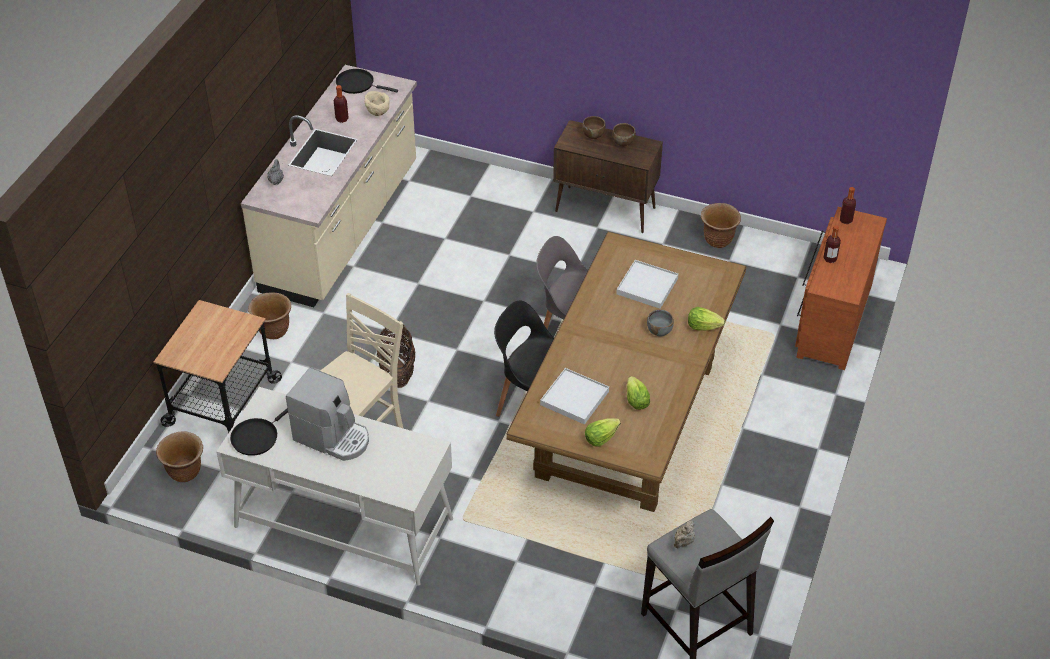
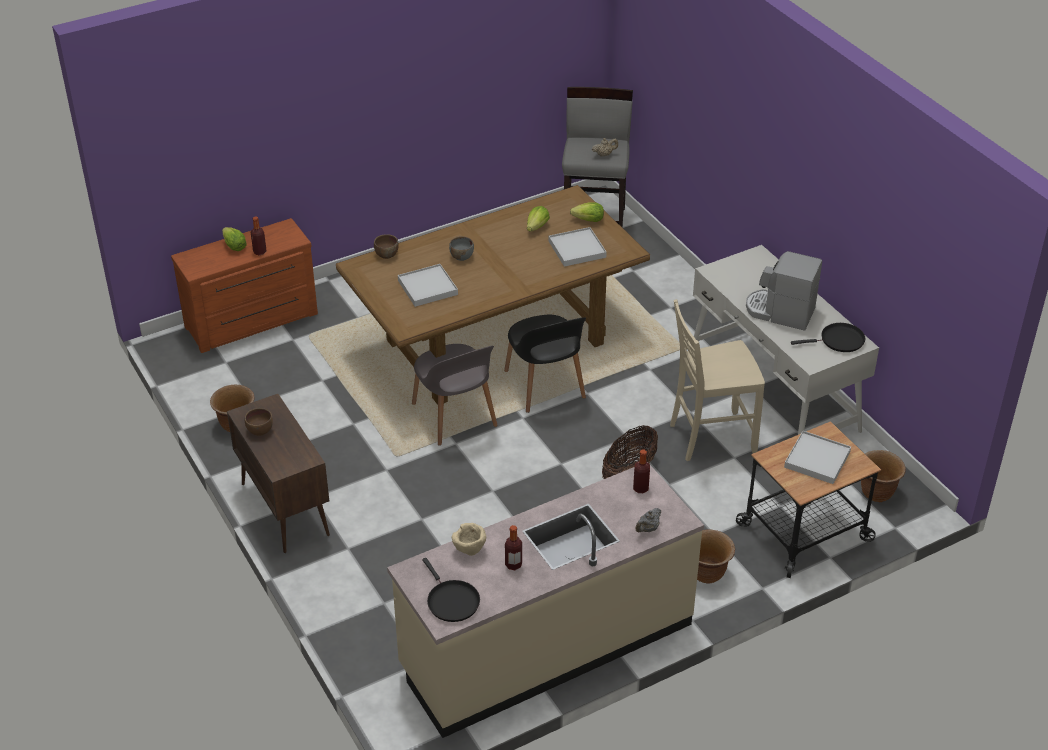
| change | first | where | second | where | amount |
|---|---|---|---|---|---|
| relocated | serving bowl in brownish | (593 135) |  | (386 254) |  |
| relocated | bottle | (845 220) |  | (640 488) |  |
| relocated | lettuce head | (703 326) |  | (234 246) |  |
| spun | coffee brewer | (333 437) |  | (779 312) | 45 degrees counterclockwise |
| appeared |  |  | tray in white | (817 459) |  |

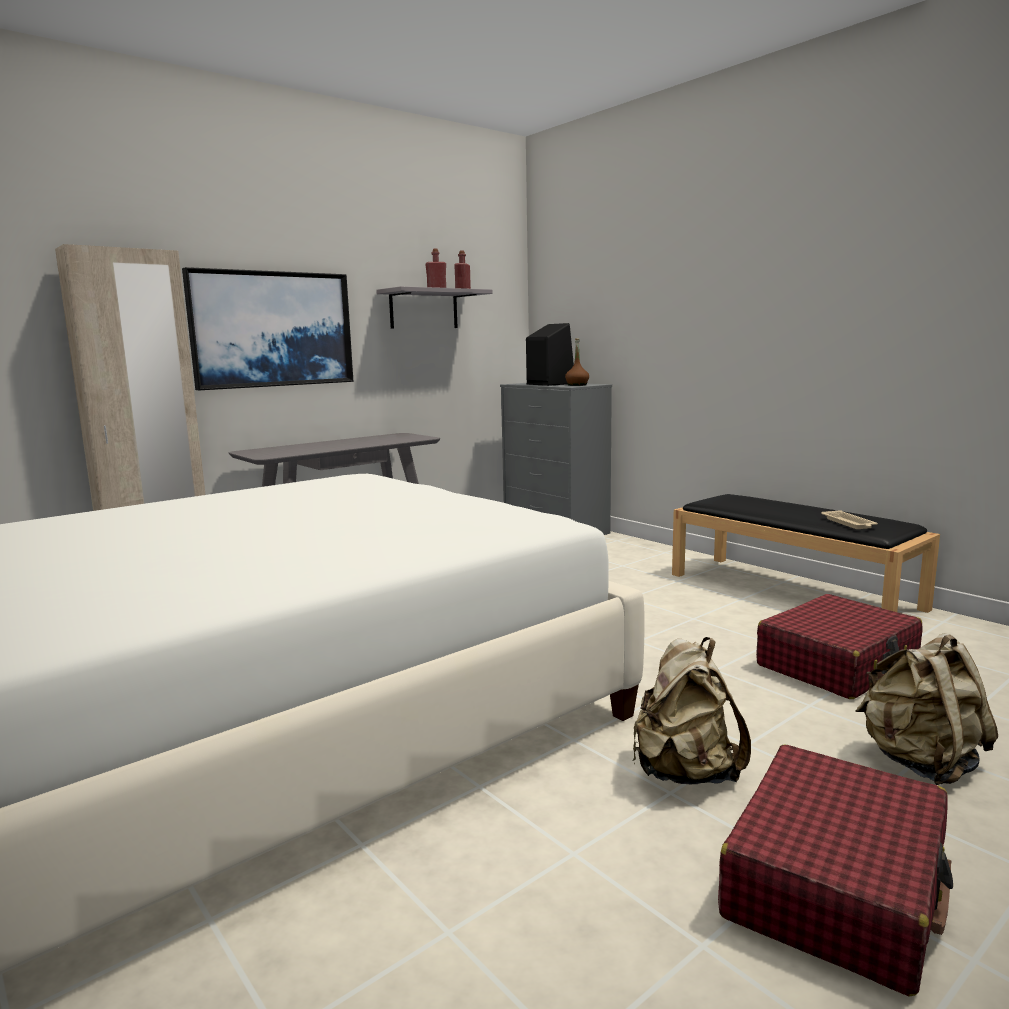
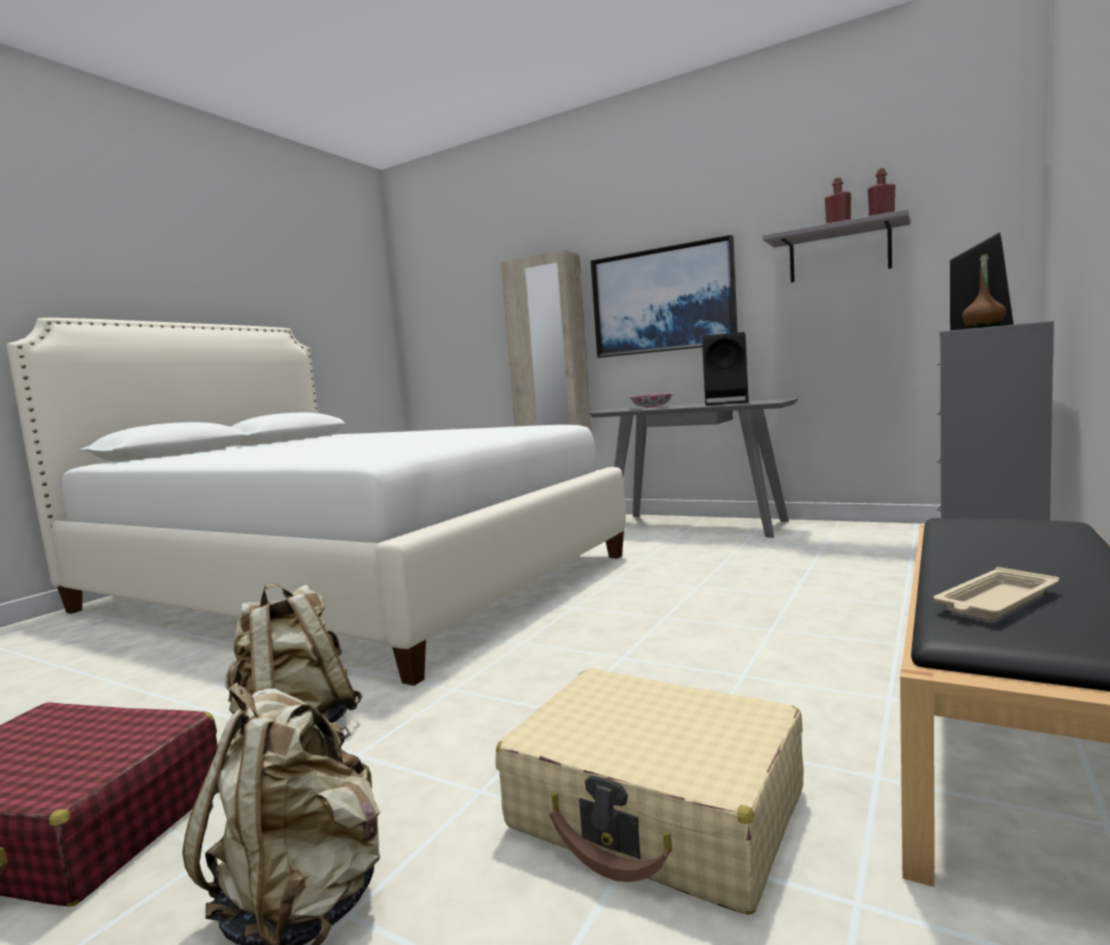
| change | first | where | second | where | amount |
|---|---|---|---|---|---|
| colour | piece of luggage in reddish | (838 665) | piece of luggage in beige | (657 810) |  |
| appeared |  |  | loudspeaker in black | (727 403) |  |
| appeared |  |  | serving bowl | (652 407) |  |

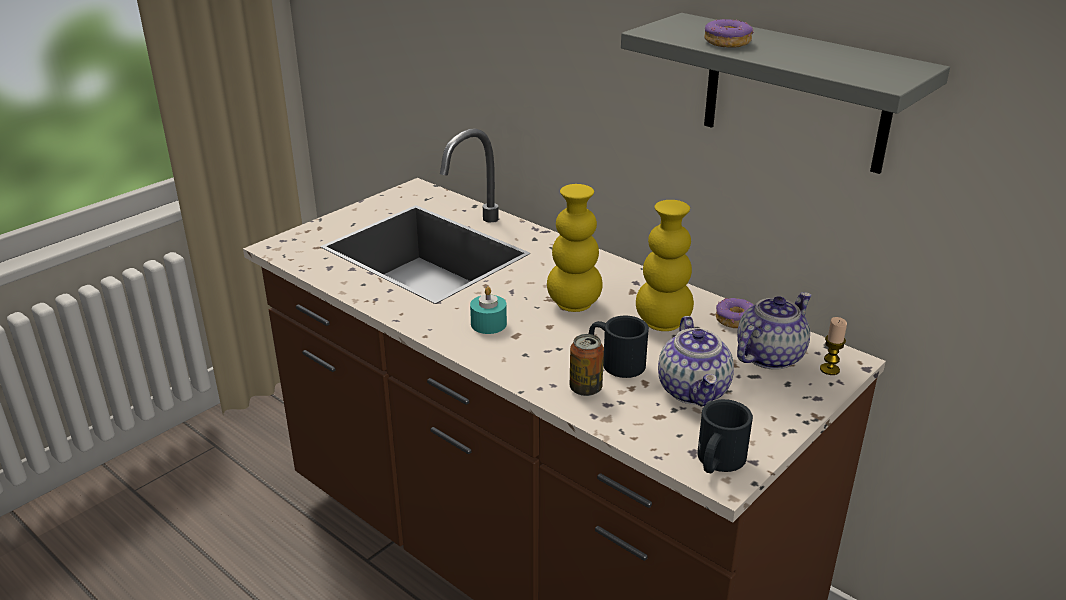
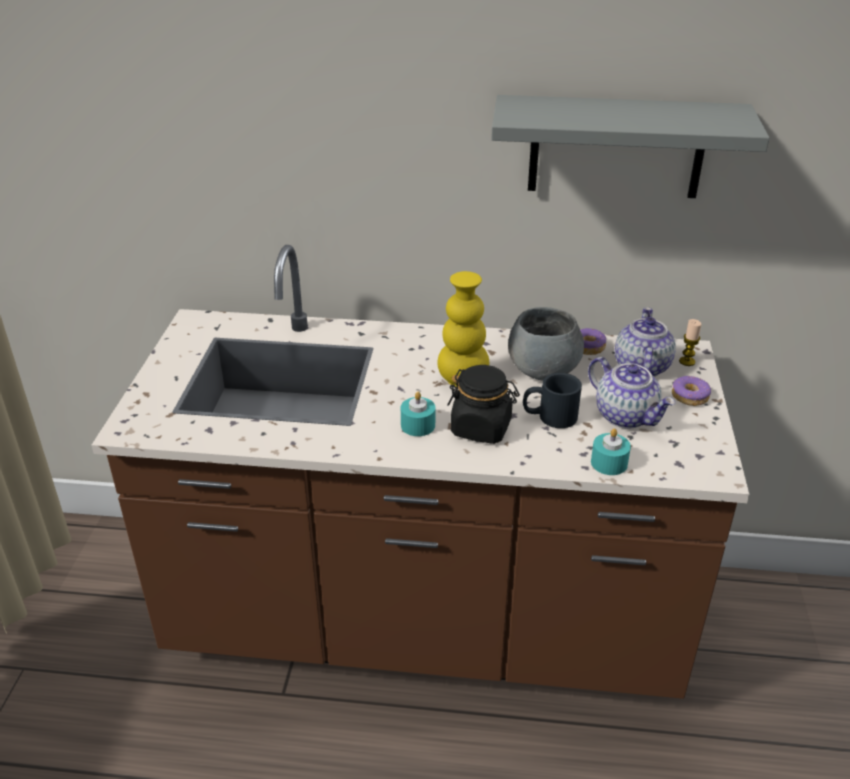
| change | first | where | second | where | amount |
|---|---|---|---|---|---|
| relocated | ring doughnut | (727 42) |  | (690 396) |  |
| exchanged | flower vase in yellow | (662 323) | serving bowl in gray | (544 370) |  |
| missing | sealed can | (585 389) |  |  |  |
| missing | mug in black | (717 462) |  |  |  |
| appeared |  |  | jar in black | (481 428) |  |
| appeared |  |  | wax candle in blue-green | (609 463) |  |

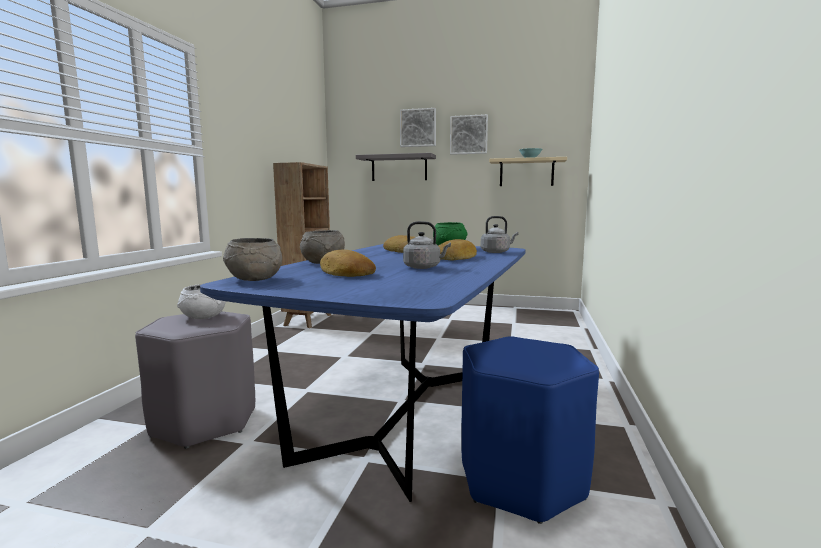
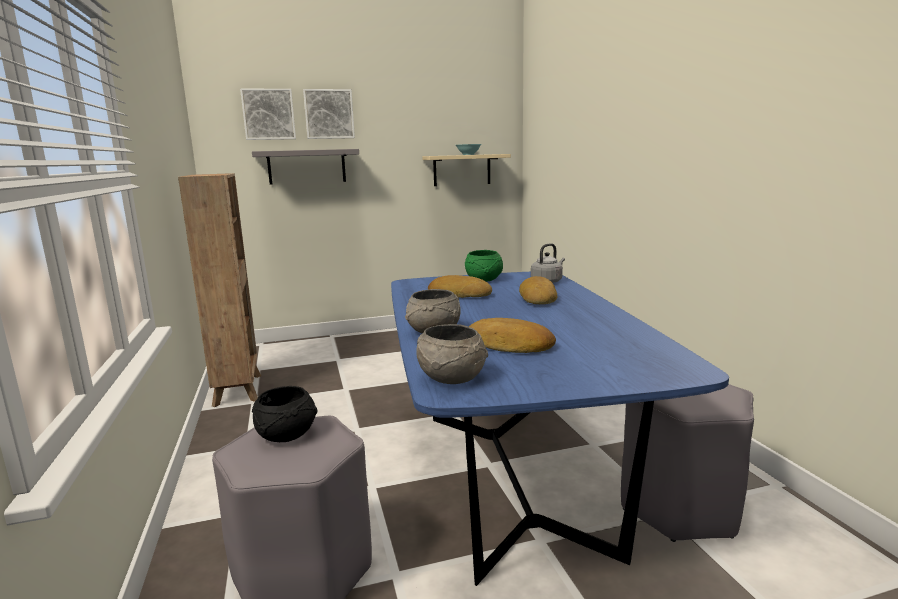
| change | first | where | second | where | amount |
|---|---|---|---|---|---|
| relocated | wall art | (468 135) |  | (268 114) |  |
| missing | tea kettle in gray | (424 267) |  |  |  |
| colour | serving bowl in white | (204 317) | serving bowl in black | (287 435) |  |
| colour | stool seat in blue | (521 480) | stool seat in gray | (680 506) |  |

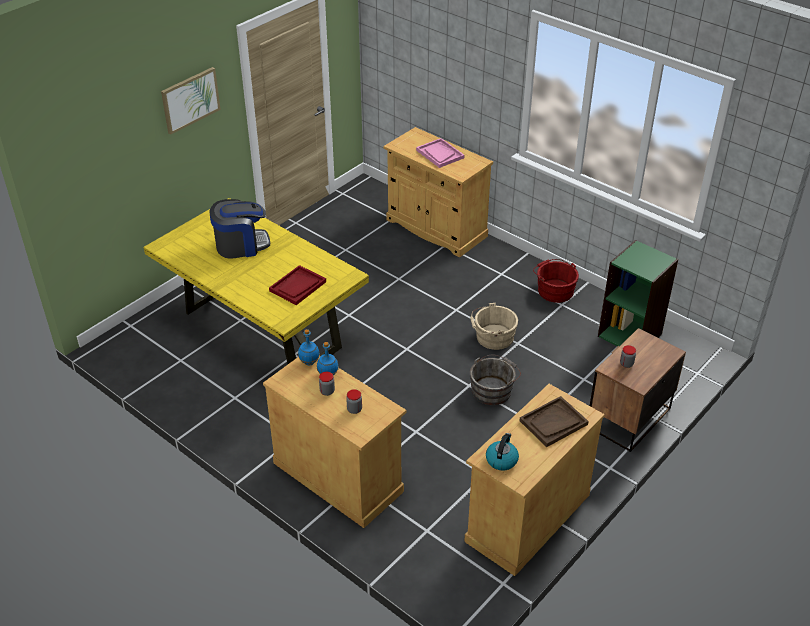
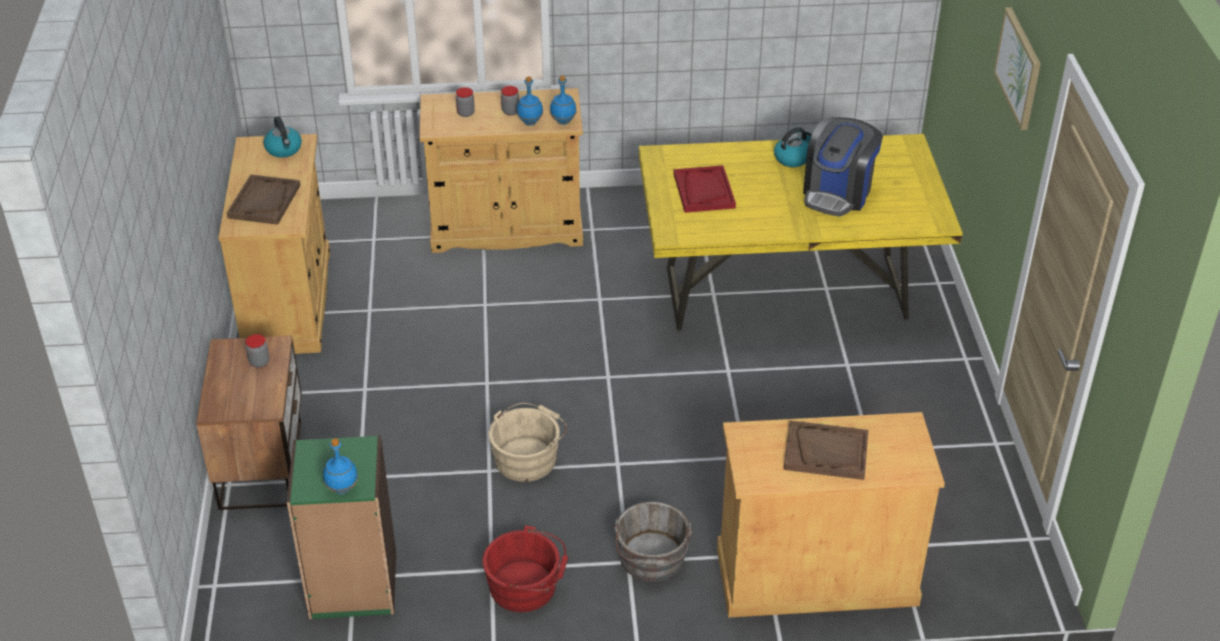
| change | first | where | second | where | amount |
|---|---|---|---|---|---|
| colour | tray in pink | (440 154) | tray in brownish | (826 452) |  |
| relocated | bucket in gray | (493 390) |  | (652 560) |  |
| appeared |  |  | tea kettle | (792 158) |  |
| appeared |  |  | bottle in blue | (342 489) |  |

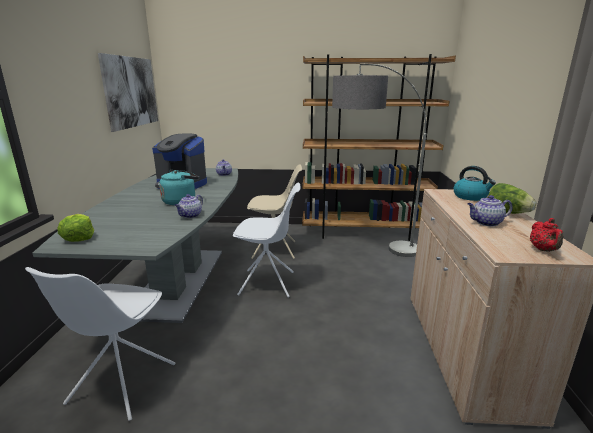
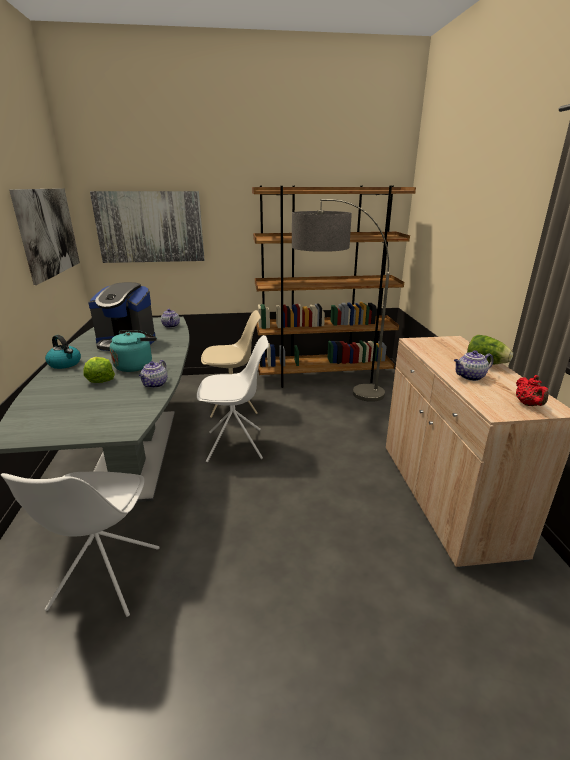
| change | first | where | second | where | amount |
|---|---|---|---|---|---|
| relocated | tea kettle | (470 197) |  | (65 364) |  |
| relocated | lettuce head | (79 238) |  | (100 379) |  |
| appeared |  |  | wall art | (150 227) |  |

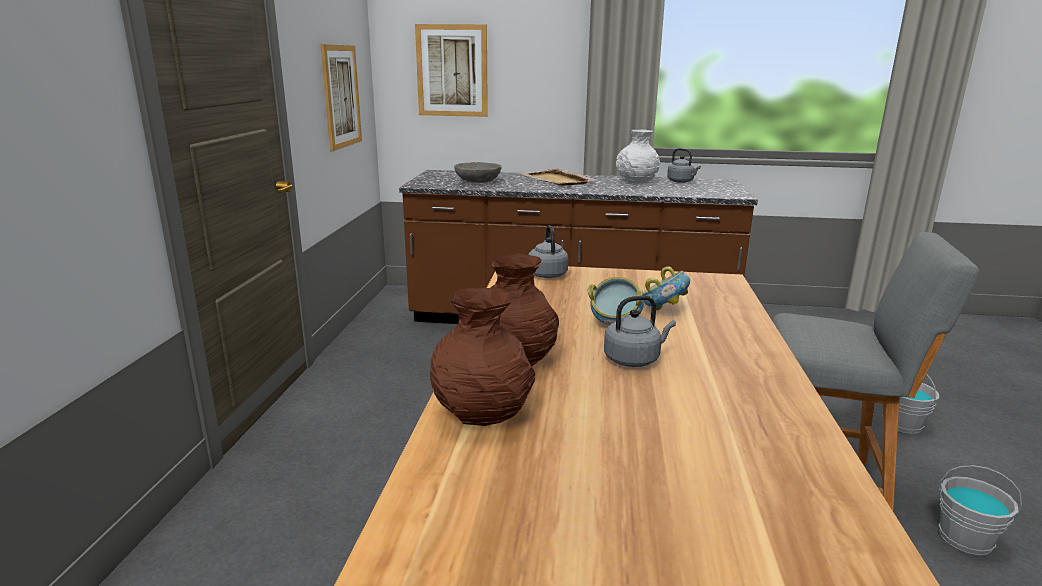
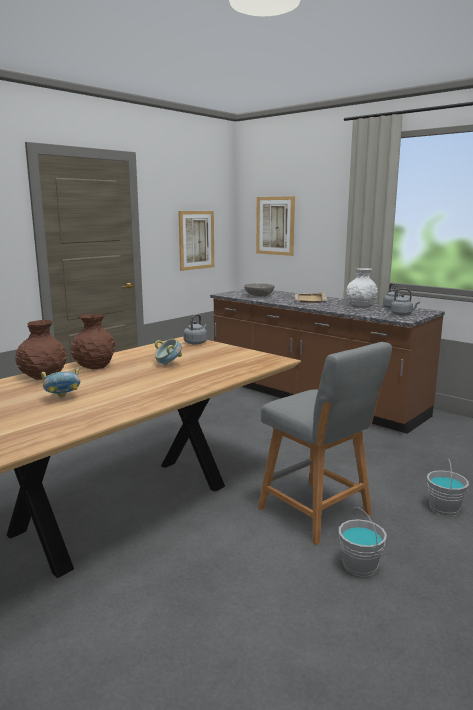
| change | first | where | second | where | amount |
|---|---|---|---|---|---|
| relocated | serving bowl | (663 311) |  | (63 398) |  |
| relocated | tea kettle in gray | (634 359) |  | (402 314) |  |

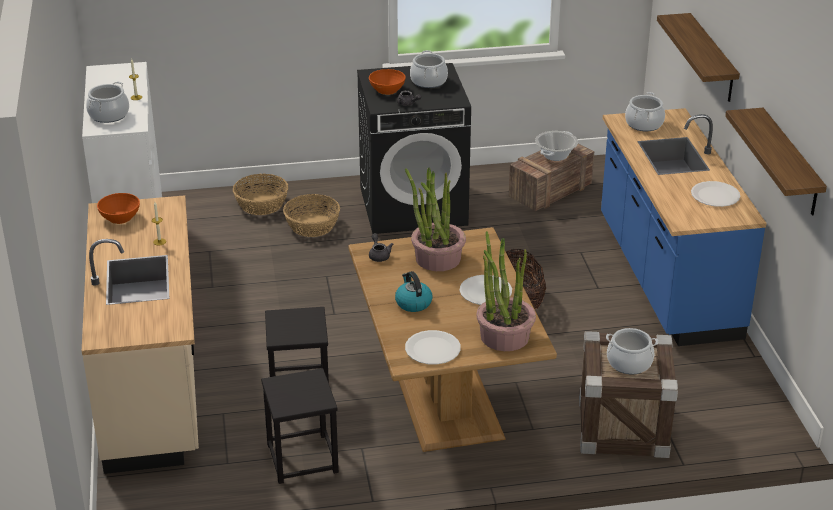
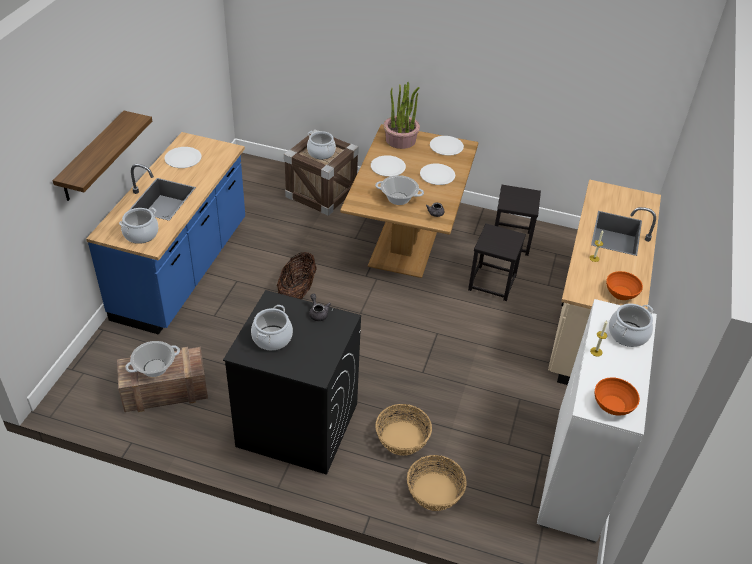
| change | first | where | second | where | amount |
|---|---|---|---|---|---|
| relocated | serving bowl in orange | (387 90) |  | (612 405) |  |
| missing | shelf | (790 163) |  |  |  |
| exchanged | potted plant | (437 258) | saucepot | (398 198) |  |
| exchanged | tea kettle | (413 303) | flat dish in white | (437 175) |  |

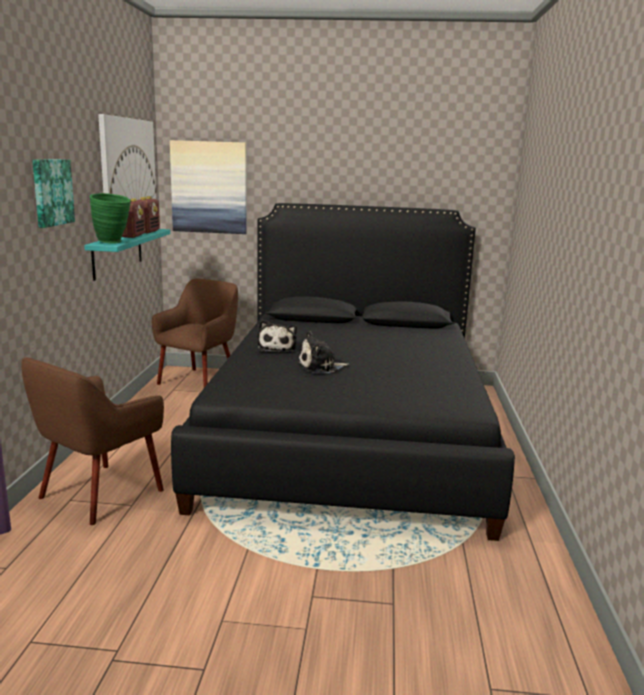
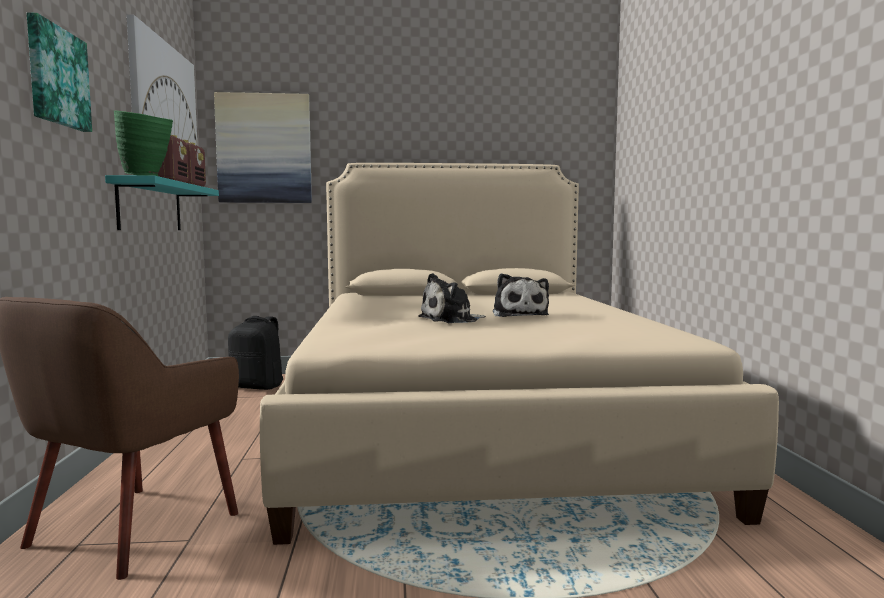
| change | first | where | second | where | amount |
|---|---|---|---|---|---|
| colour | sleeping bed in black | (348 434) | sleeping bed in beige | (475 424) |  |
| exchanged | armchair in brownish | (199 381) | rucksack in black | (258 386) |  |
| relocated | cuddly toy | (277 348) |  | (519 314) |  |

